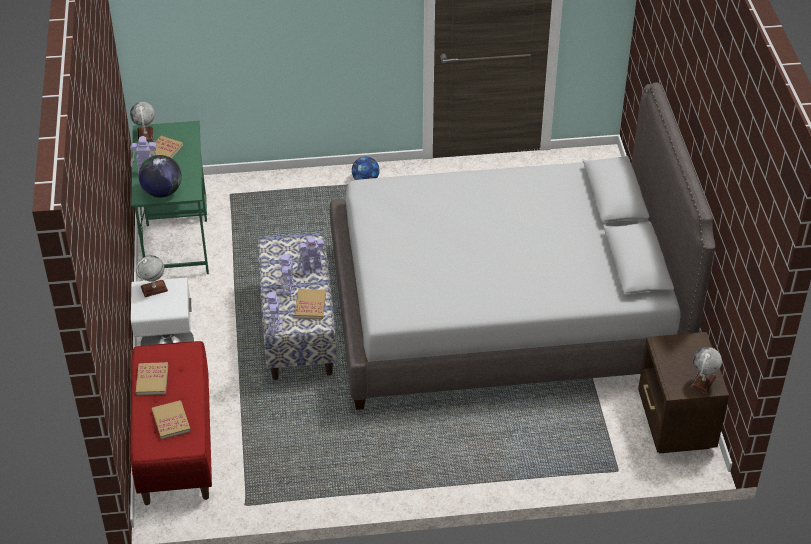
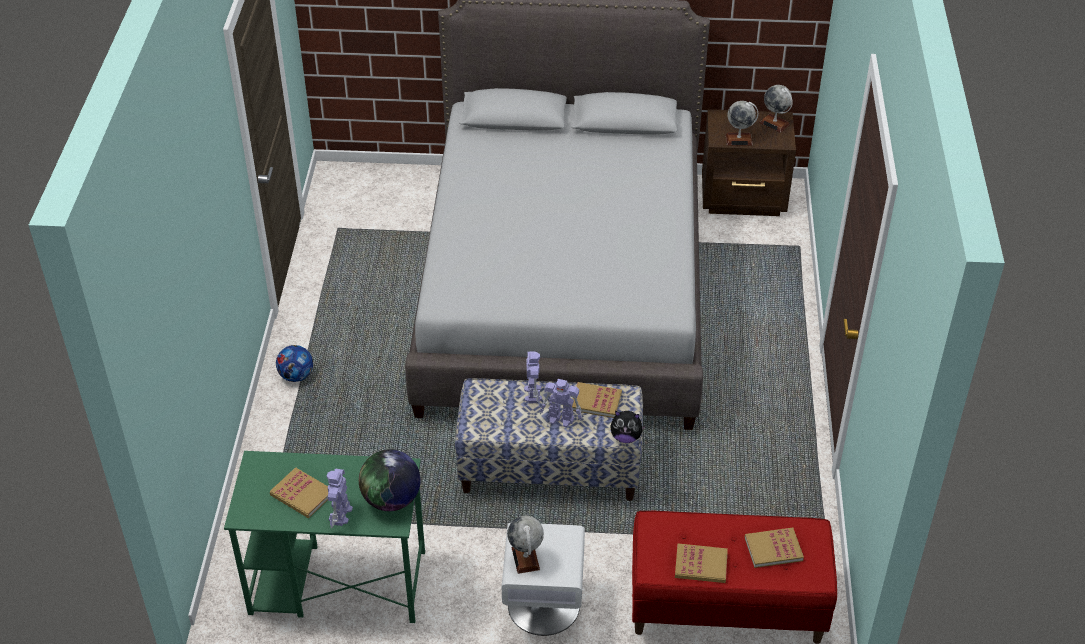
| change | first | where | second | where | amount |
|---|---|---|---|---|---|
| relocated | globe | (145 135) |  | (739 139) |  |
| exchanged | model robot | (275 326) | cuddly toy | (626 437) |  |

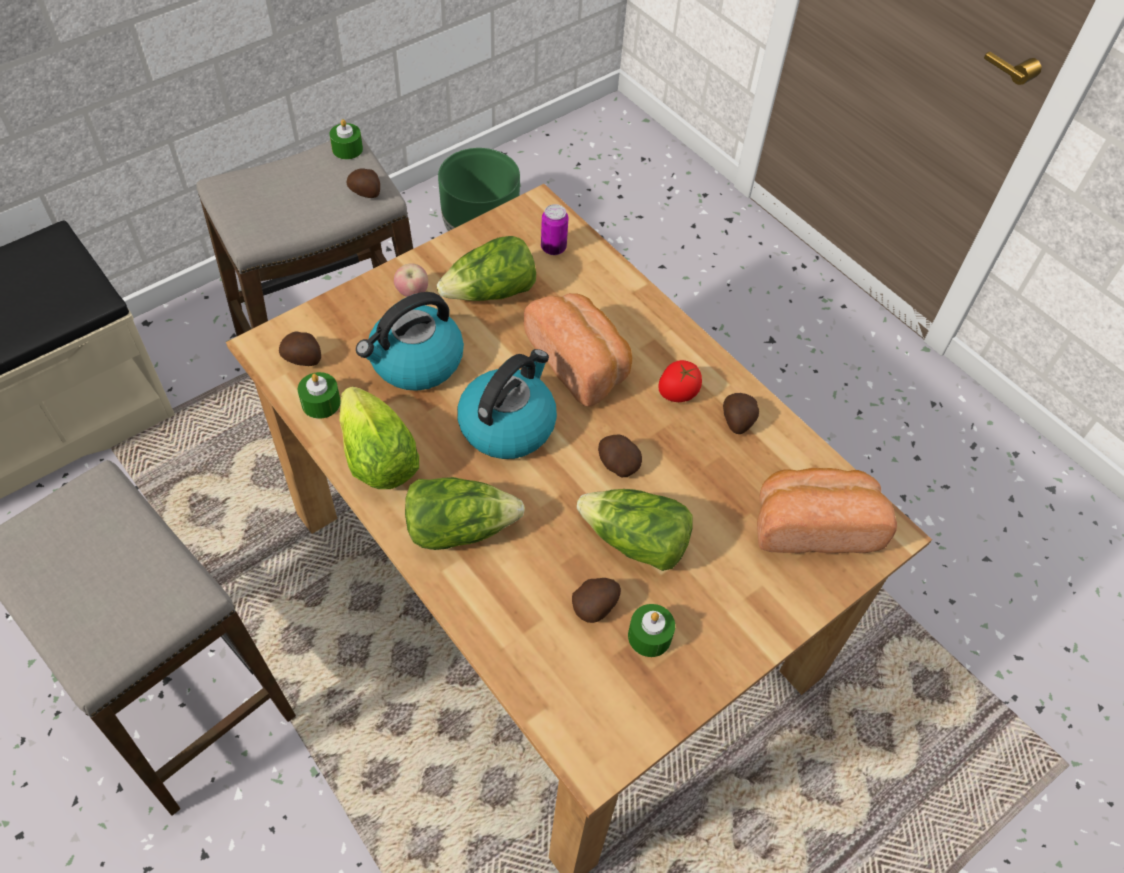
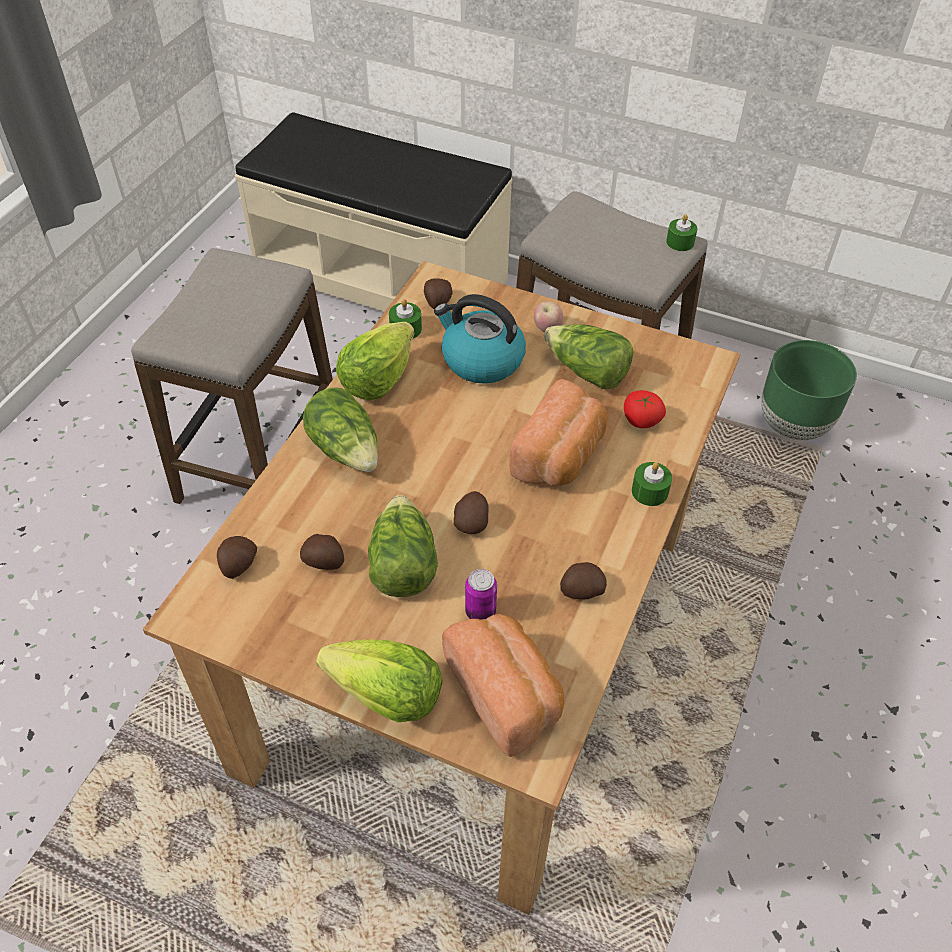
| change | first | where | second | where | amount |
|---|---|---|---|---|---|
| relocated | potato | (366 193) |  | (238 565) |  |
| relocated | sealed can | (553 248) |  | (480 612) |  |
| missing | tea kettle | (508 424) |  |  |  |
| relocated | whole tomato | (677 392) |  | (641 421) |  |
| relocated | wax candle in green | (649 636) |  | (650 491) |  |
| appeared |  |  | lettuce head | (387 696) |  |

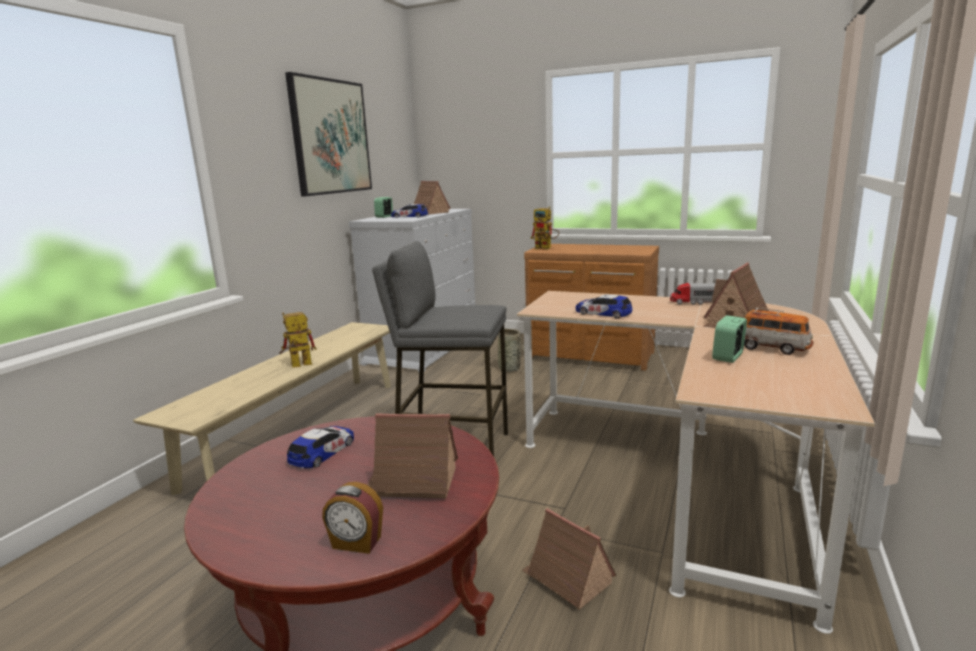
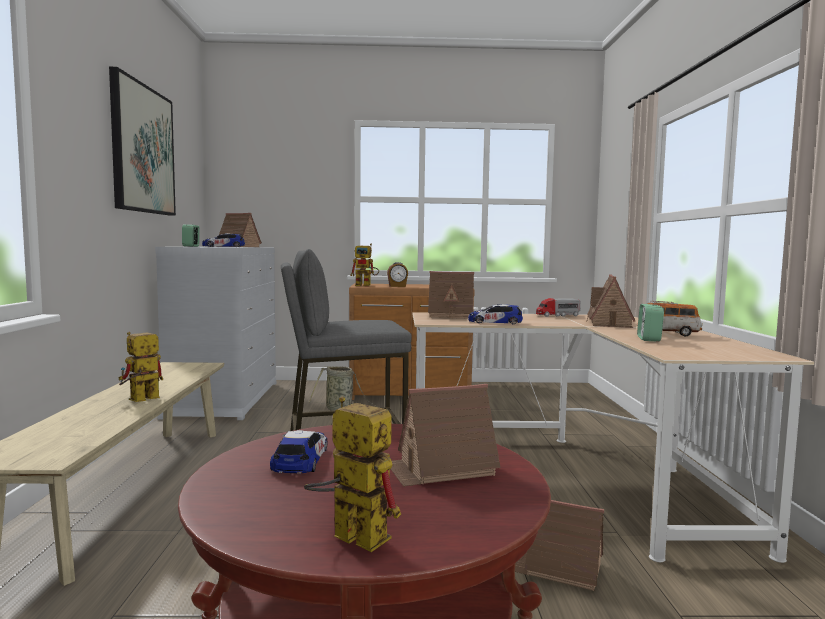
| change | first | where | second | where | amount |
|---|---|---|---|---|---|
| relocated | alarm clock | (356 543) |  | (397 286) |  |
| appeared |  |  | model house | (454 316) |  |
| appeared |  |  | model robot | (349 536) |  |

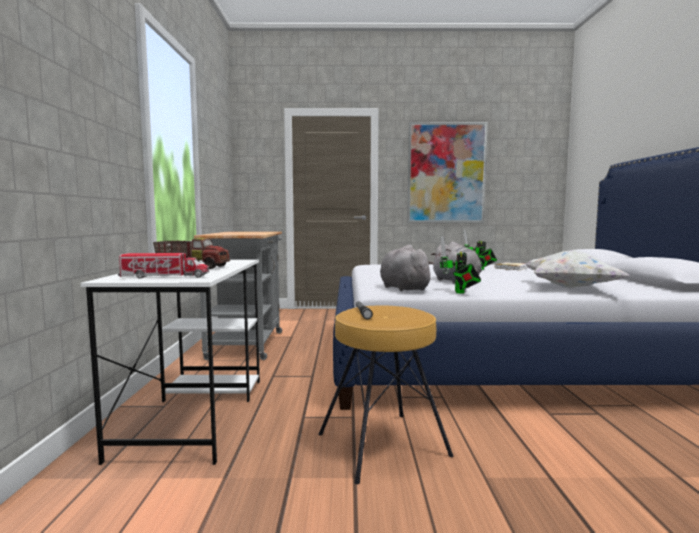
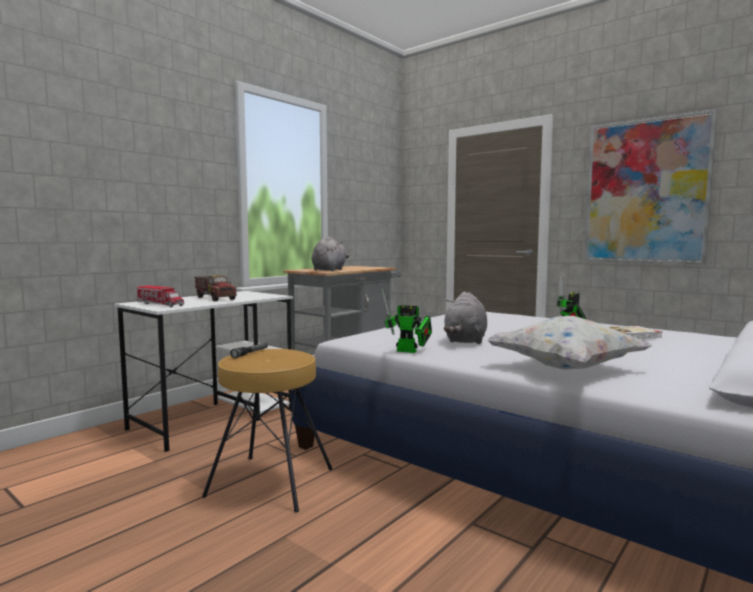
| change | first | where | second | where | amount |
|---|---|---|---|---|---|
| spun | model robot | (459 292) |  | (409 351) | 120 degrees counterclockwise |
| relocated | cuddly toy in gray | (403 288) |  | (329 270) |  |

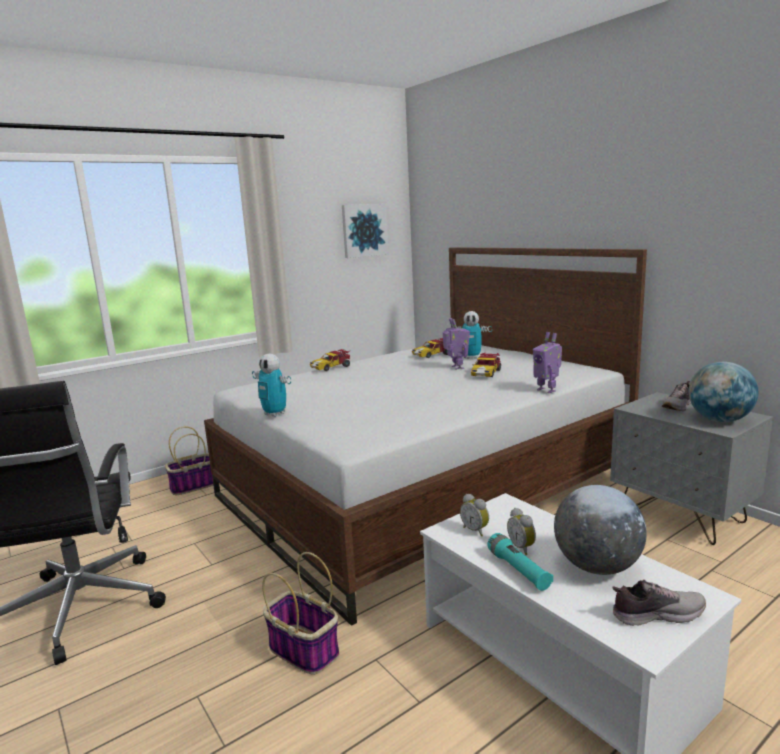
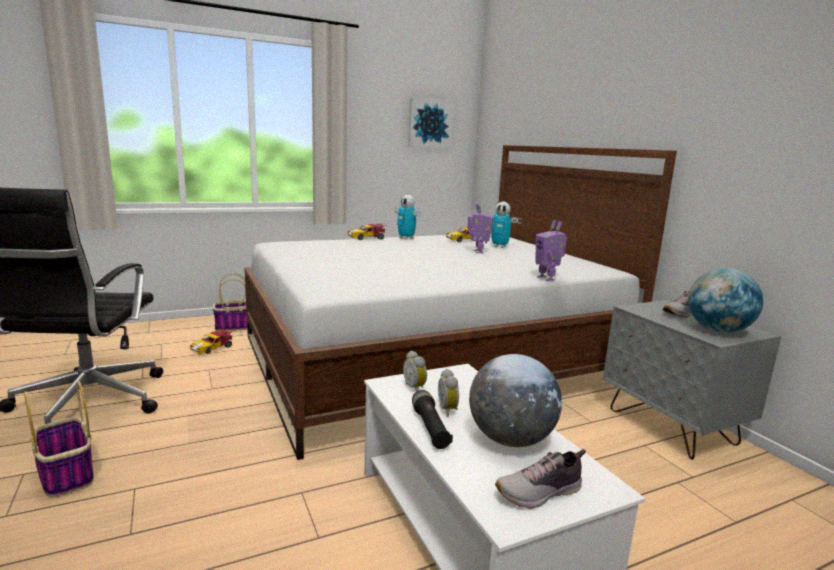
| change | first | where | second | where | amount |
|---|---|---|---|---|---|
| relocated | toy car | (486 373) |  | (213 348) |  |
| relocated | model robot | (275 414) |  | (406 238) |  |
| colour | flashlight in blue-green | (518 570) | flashlight in black | (430 428) |  |
| relocated | basket | (302 650) |  | (66 474) |  |
| spun | low shoe | (655 614) |  | (540 493) | 150 degrees clockwise |

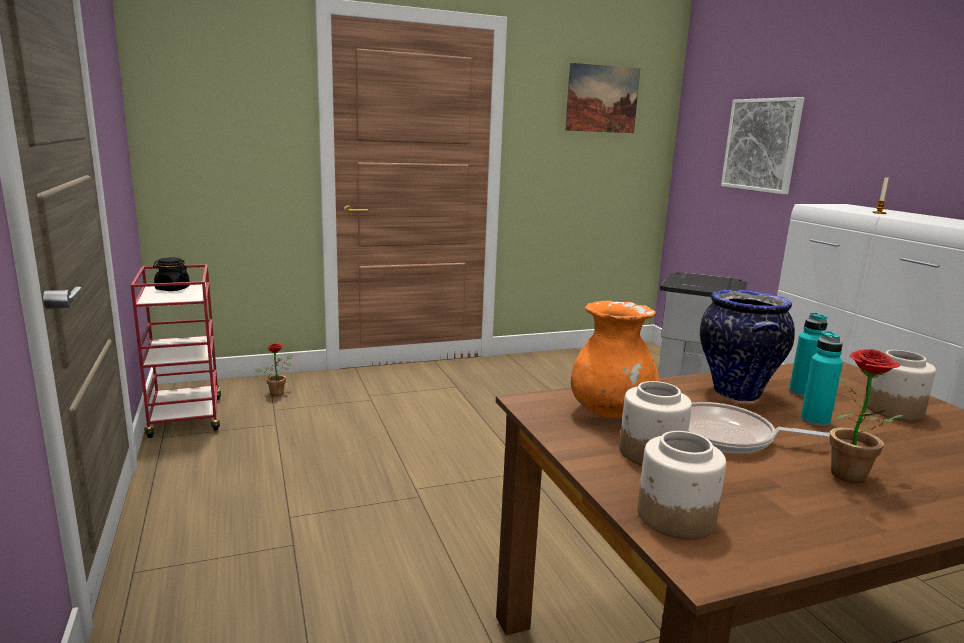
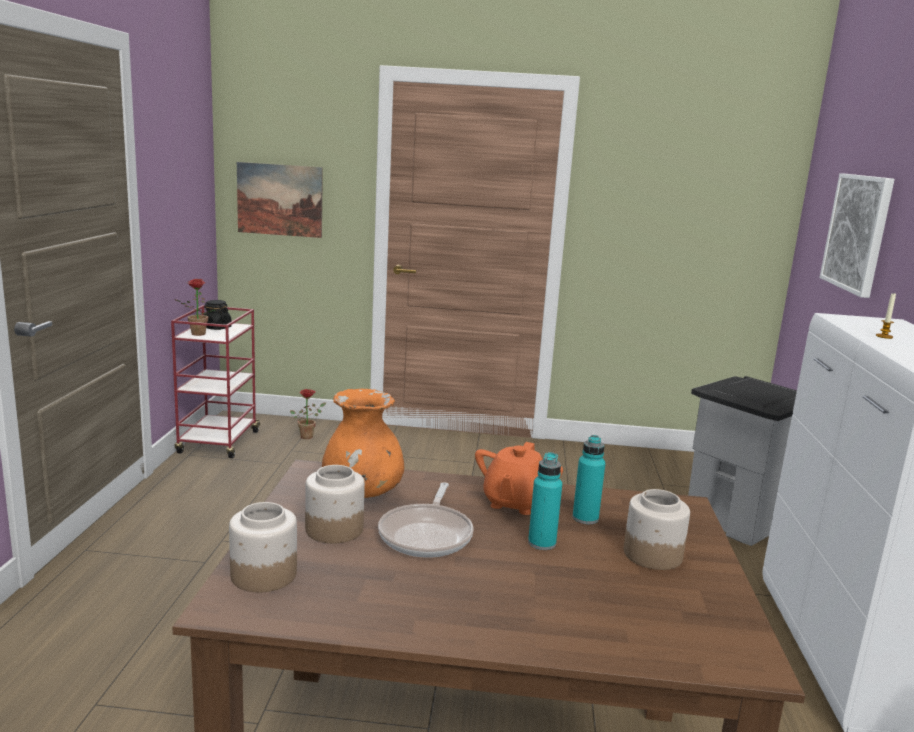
| change | first | where | second | where | amount |
|---|---|---|---|---|---|
| relocated | wall art | (602 99) |  | (280 200) |  |
| exchanged | flower vase | (735 393) | teapot in orange | (514 503) |  |
| relocated | potted plant | (851 479) |  | (196 334) |  |
| spun | skillet | (728 436) |  | (427 535) | 120 degrees counterclockwise |

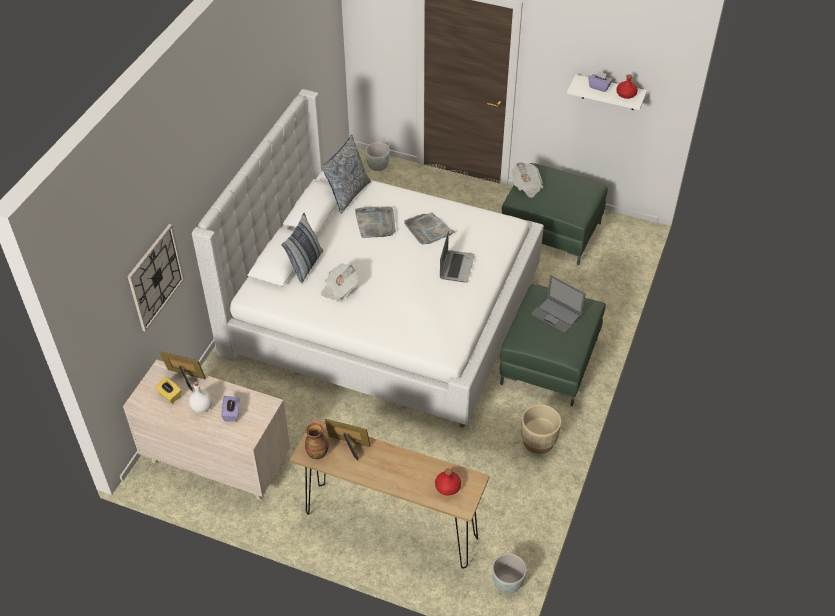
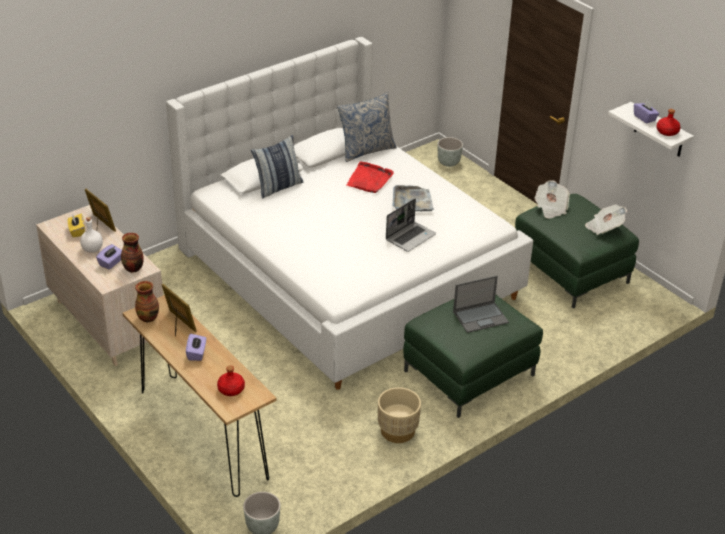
| change | first | where | second | where | amount |
|---|---|---|---|---|---|
| colour | tray in gray | (375 223) | tray in reddish | (369 179) |  |
| missing | wall clock | (155 277) |  |  |  |
| relocated | newspaper | (339 289) |  | (604 227) |  |
| spun | laptop | (557 315) |  | (481 317) | 90 degrees counterclockwise |
| appeared |  |  | flower vase | (133 268) |  |
| appeared |  |  | tissue box in purplish | (197 353) |  |

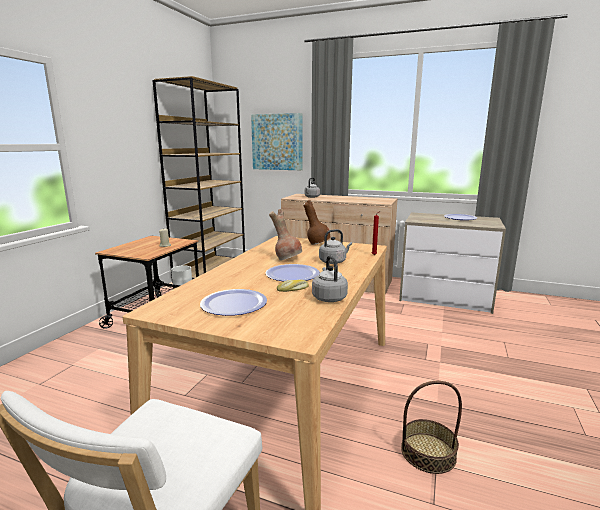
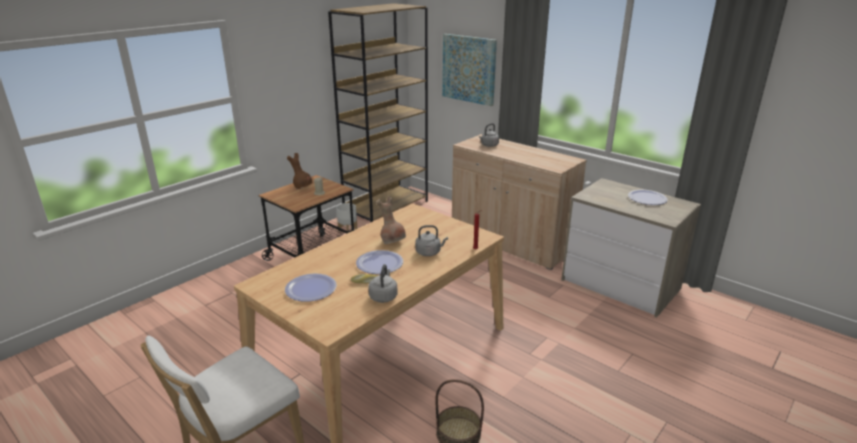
| change | first | where | second | where | amount |
|---|---|---|---|---|---|
| relocated | flower vase in brownish | (317 243) |  | (302 188) |  |

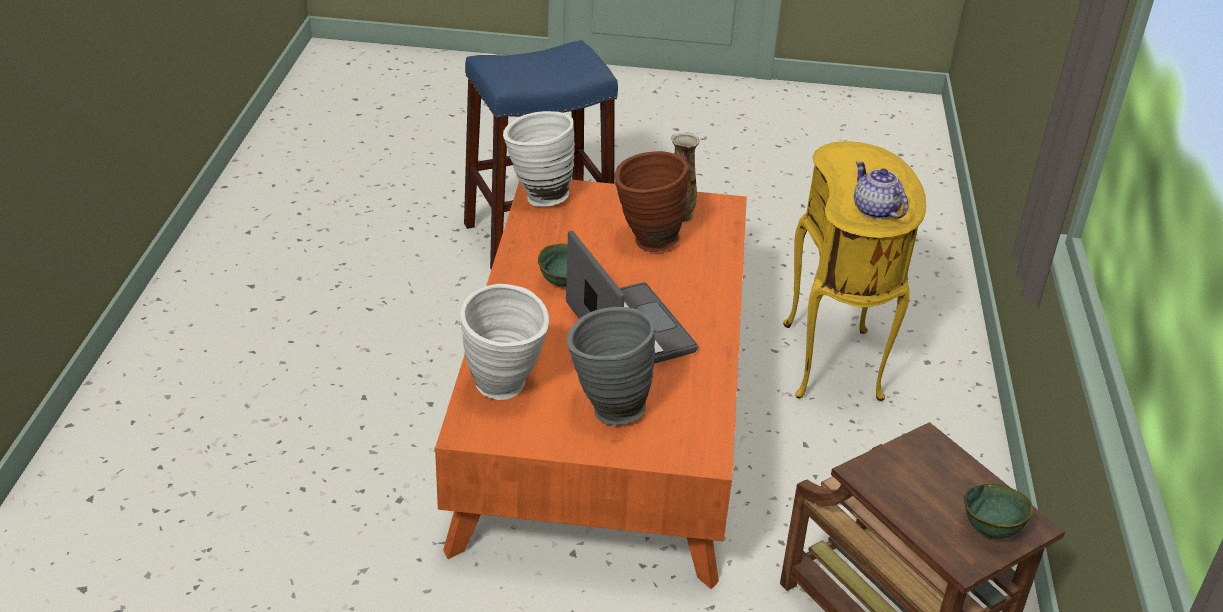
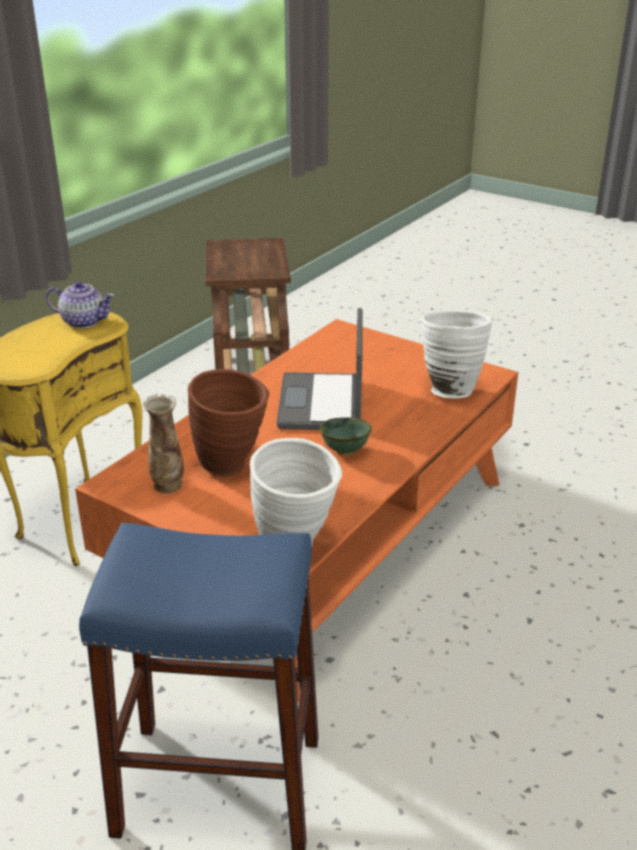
| change | first | where | second | where | amount |
|---|---|---|---|---|---|
| spun | teapot | (875 210) |  | (83 321) | 75 degrees counterclockwise |
| missing | flower vase in gray | (606 409) |  |  |  |
| missing | serving bowl in green | (990 531) |  |  |  |

